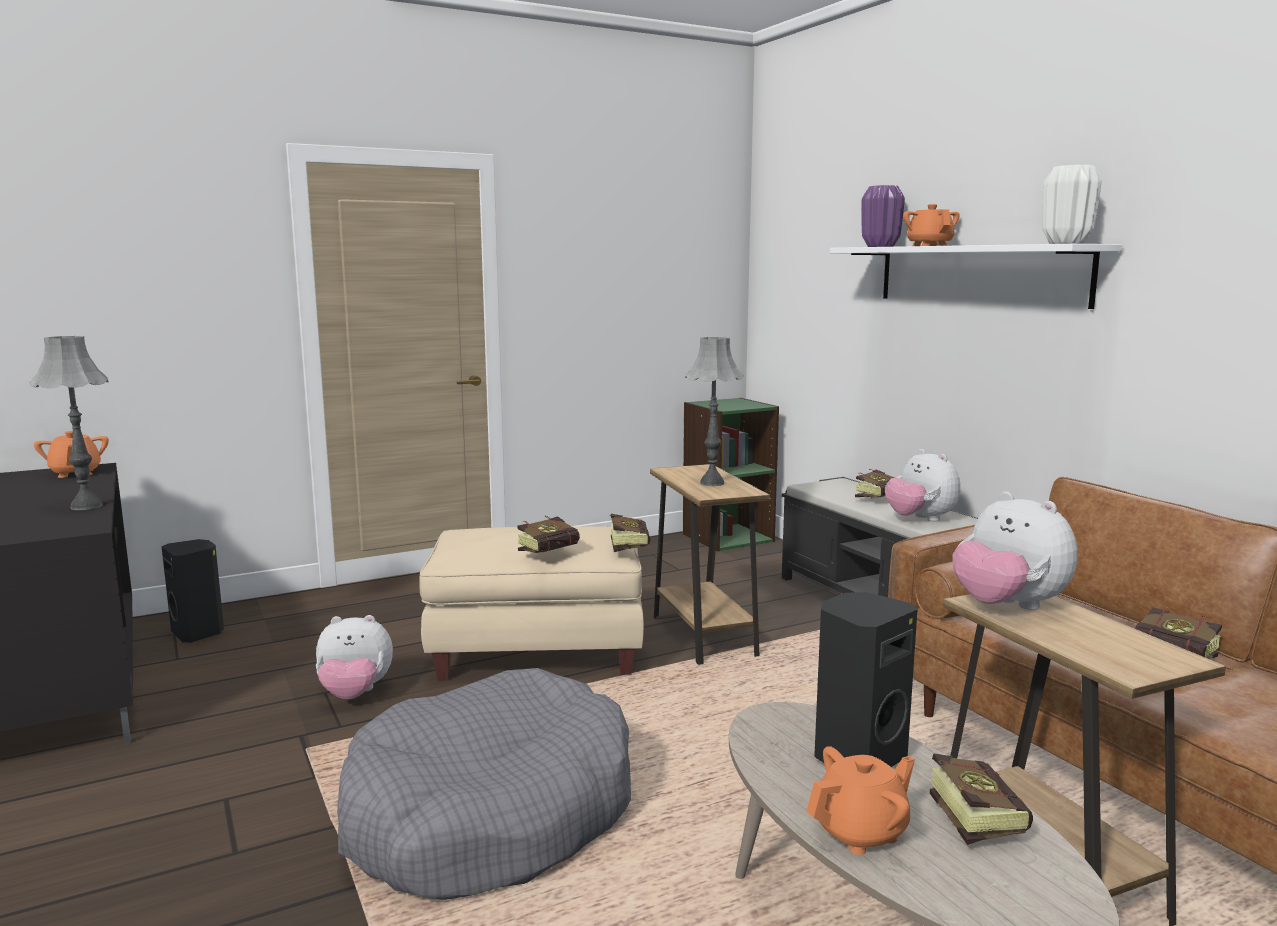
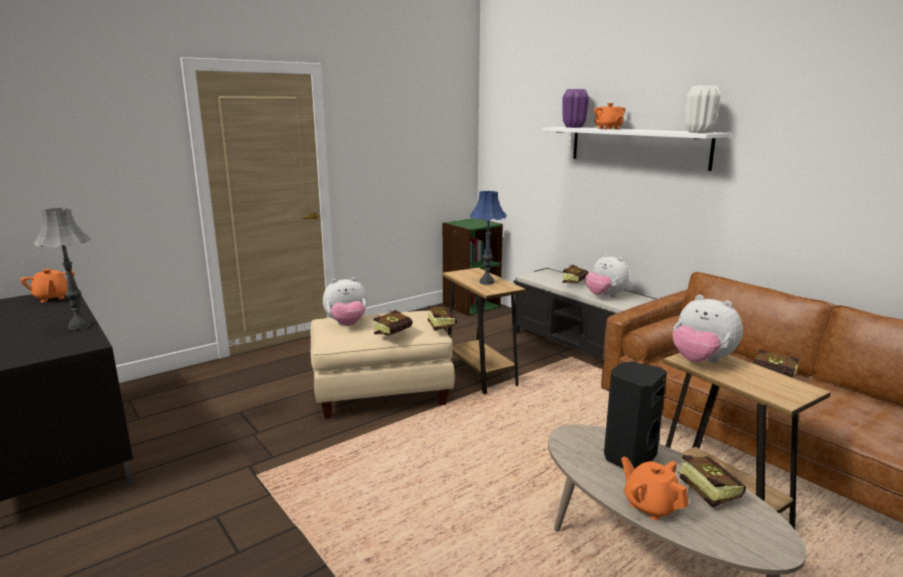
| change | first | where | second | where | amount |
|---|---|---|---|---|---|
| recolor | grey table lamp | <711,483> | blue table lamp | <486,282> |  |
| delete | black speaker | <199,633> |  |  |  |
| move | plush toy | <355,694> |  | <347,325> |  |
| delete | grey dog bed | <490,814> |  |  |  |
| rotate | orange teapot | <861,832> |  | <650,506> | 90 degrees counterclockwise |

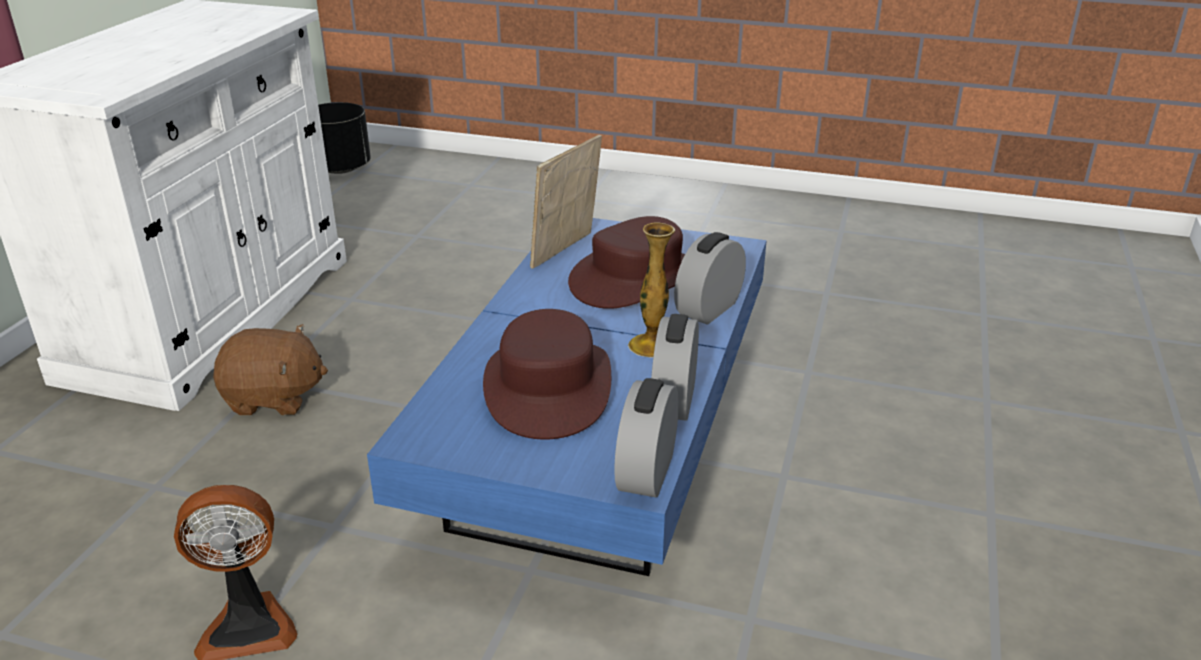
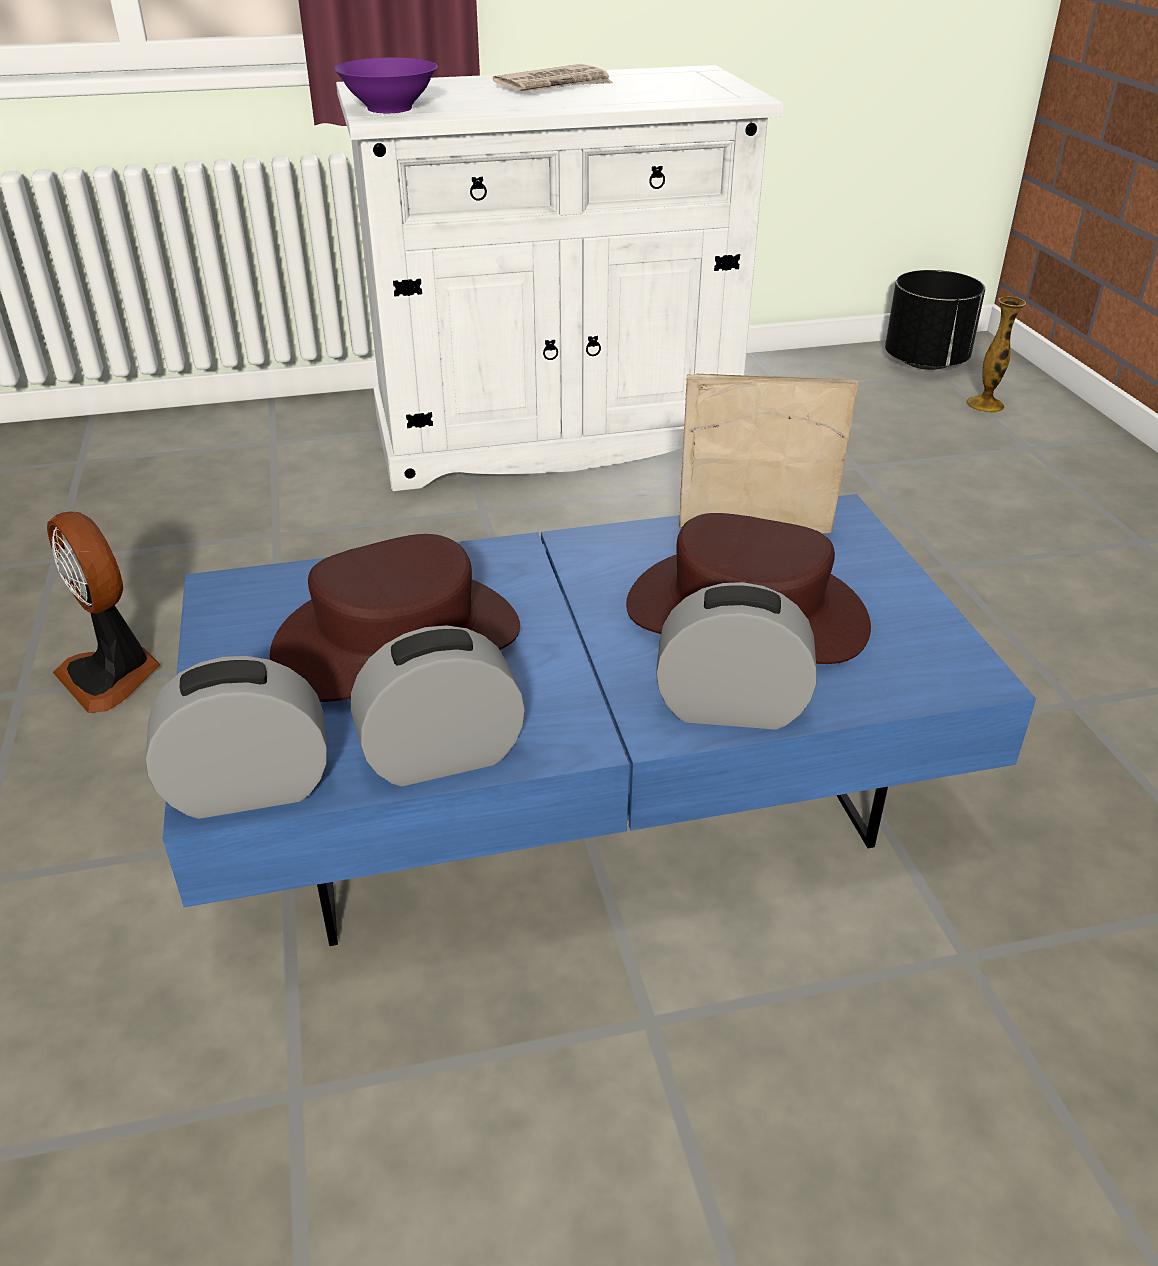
| change | first | where | second | where | amount |
|---|---|---|---|---|---|
| move | vase | <650,346> |  | <984,405> |  |
| delete | brown plush toy | <274,398> |  |  |  |
| insert |  |  | purple bowl | <389,108> |  |
| insert |  |  | newspaper | <555,86> |  |

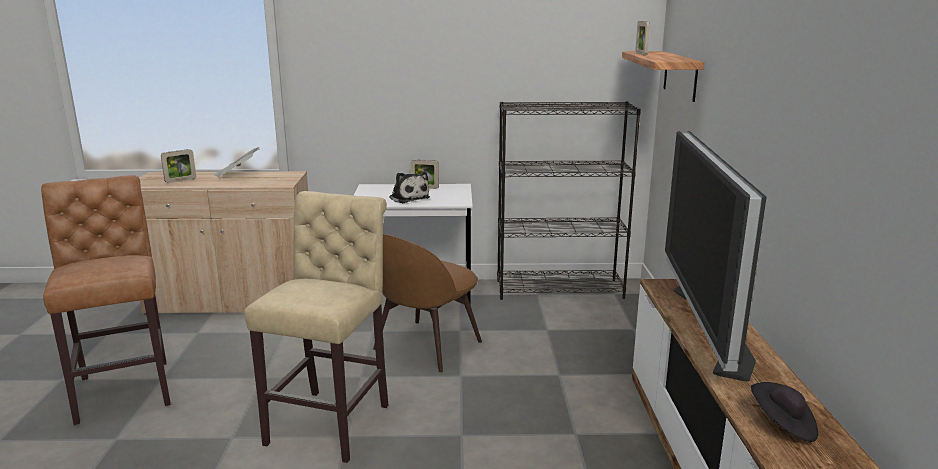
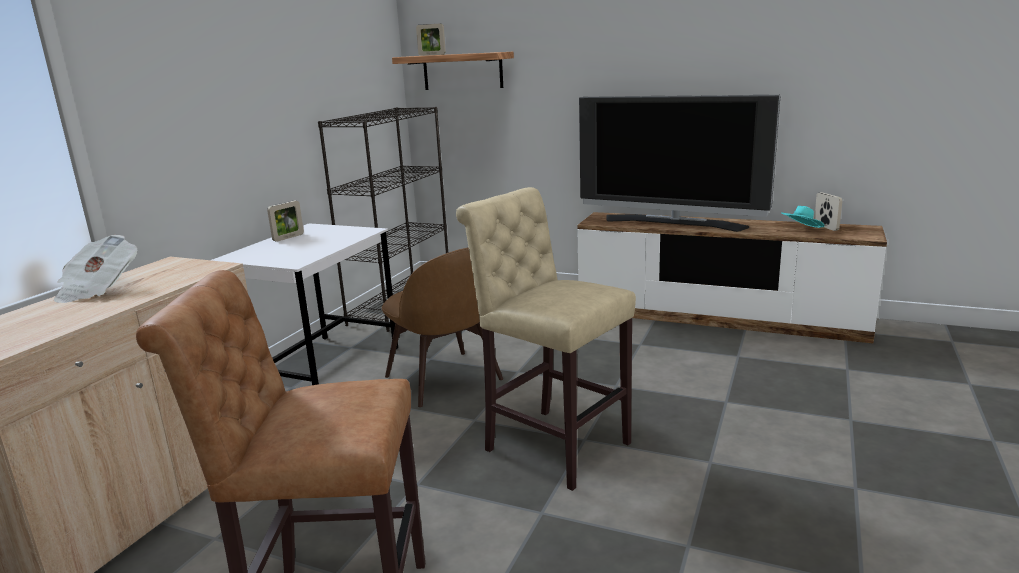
| change | first | where | second | where | amount |
|---|---|---|---|---|---|
| move | picture frame | <180,180> |  | <826,227> |  |
| delete | plush toy | <408,198> |  |  |  |
| recolor | black hat | <783,425> | turquoise hat | <801,230> |  |

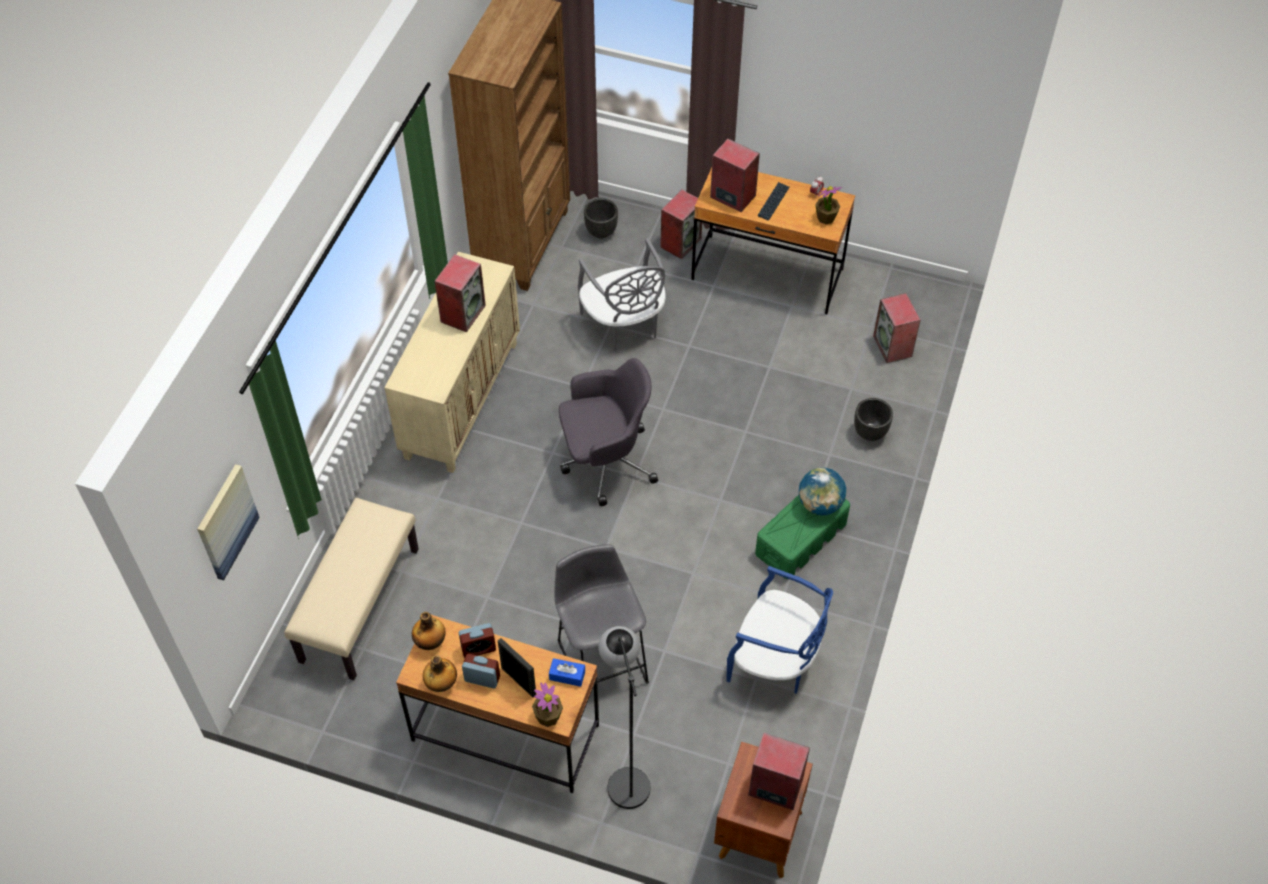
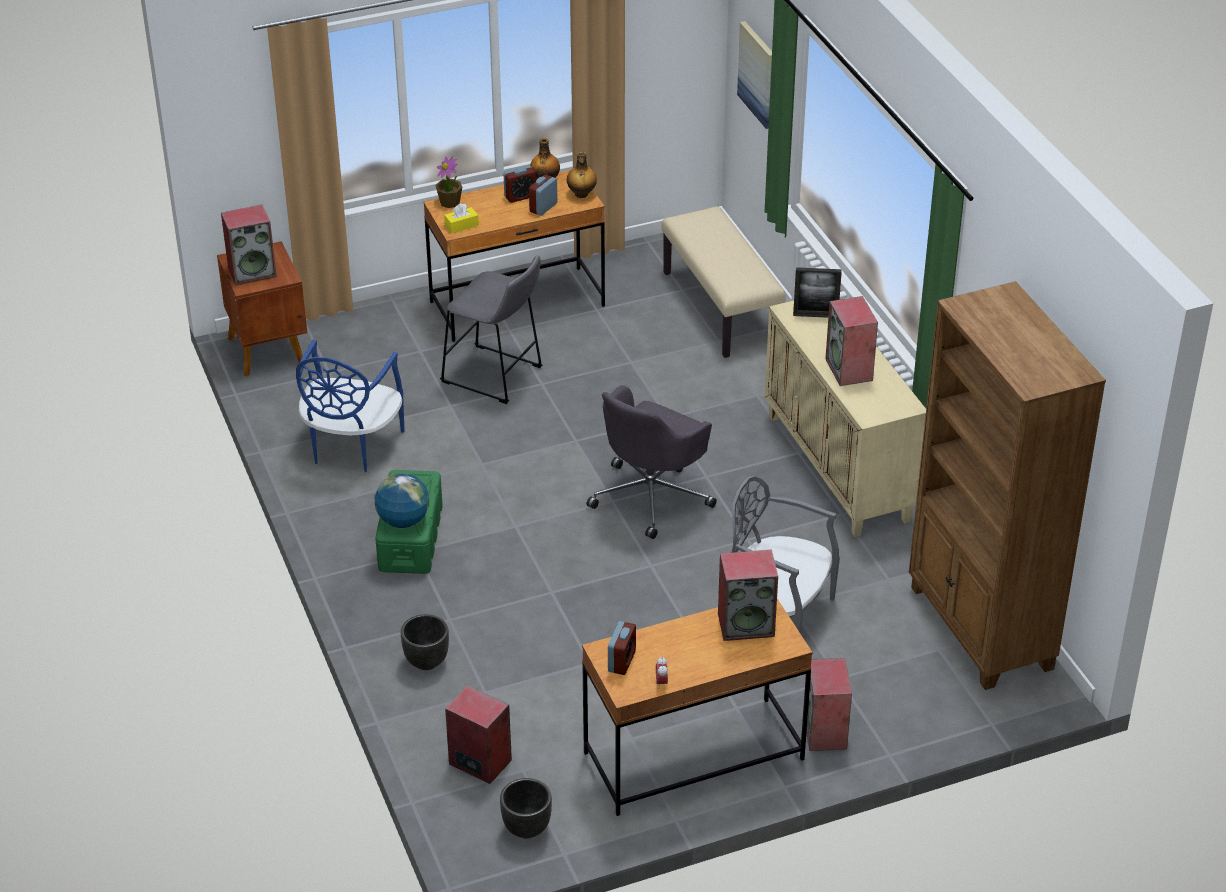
| change | first | where | second | where | amount |
|---|---|---|---|---|---|
| delete | keyboard | <773,202> |  |  |  |
| replace | potted plant | <826,218> | alarm clock | <621,661> |  |
| move | black planter | <601,232> |  | <526,828> |  |
| rotate | blue chair | <775,661> |  | <351,446> | 60 degrees counterclockwise |
| delete | black floor lamp | <625,774> |  |  |  |
| move | picture frame | <518,681> |  | <815,315> |  |
| recolor | blue tissue box | <567,675> | yellow tissue box | <461,225> |  |

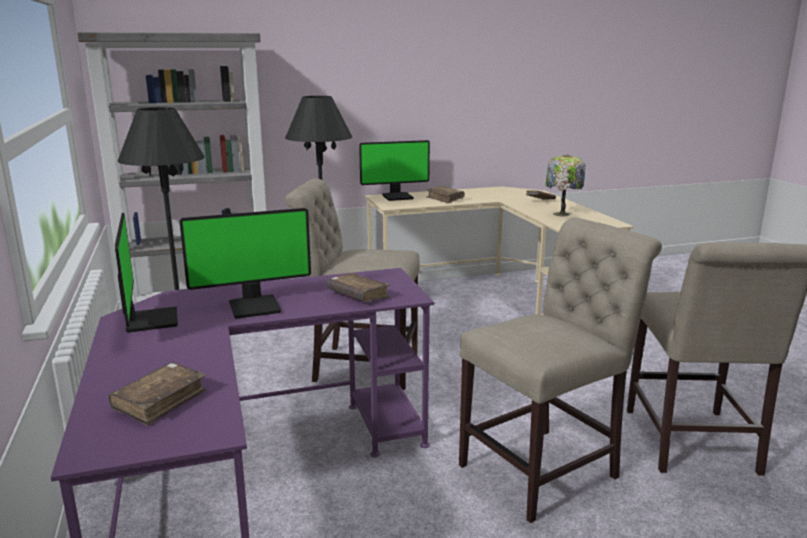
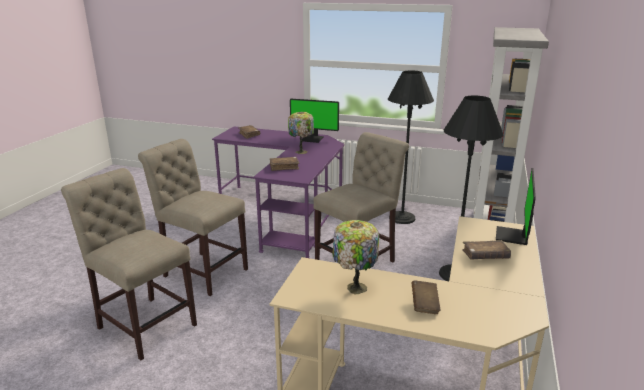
| change | first | where | second | where | amount |
|---|---|---|---|---|---|
| replace | monitor | <255,306> | table lamp | <301,151> |  |
| rotate | beige chair | <546,469> |  | <202,271> | 120 degrees clockwise |

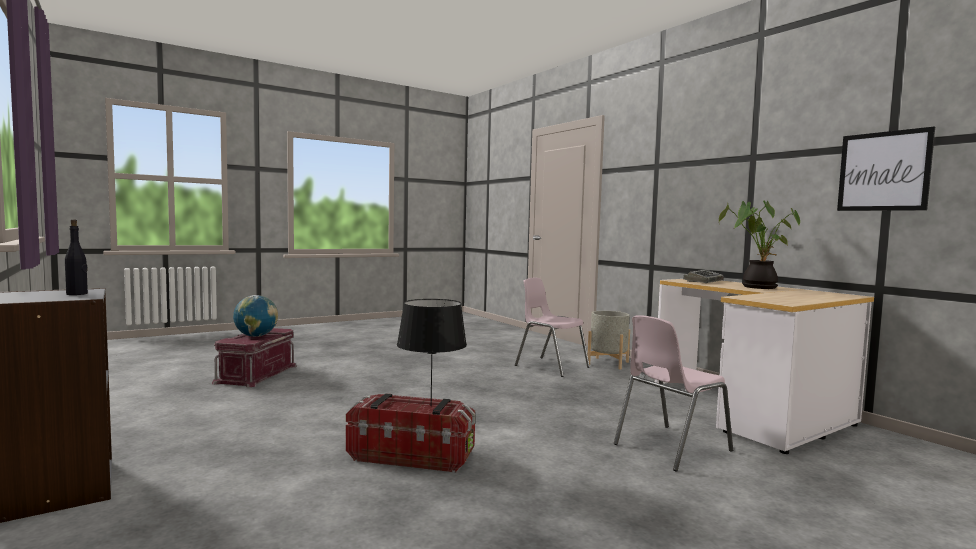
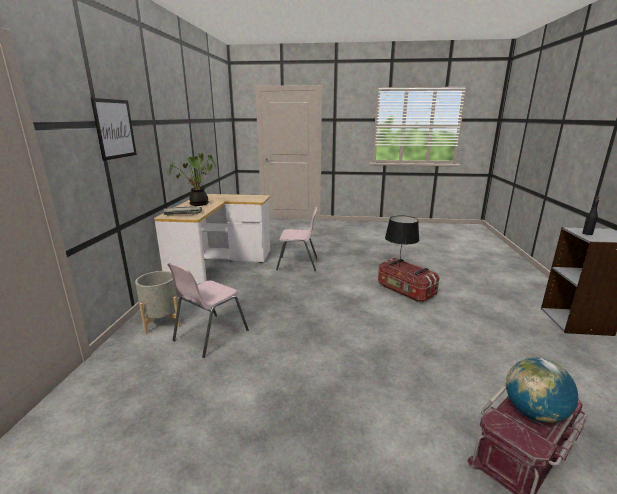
| change | first | where | second | where | amount |
|---|---|---|---|---|---|
| move | picture | <883,171> |  | <115,129> |  |
| rotate | pink chair | <550,366> |  | <209,335> | 45 degrees clockwise |

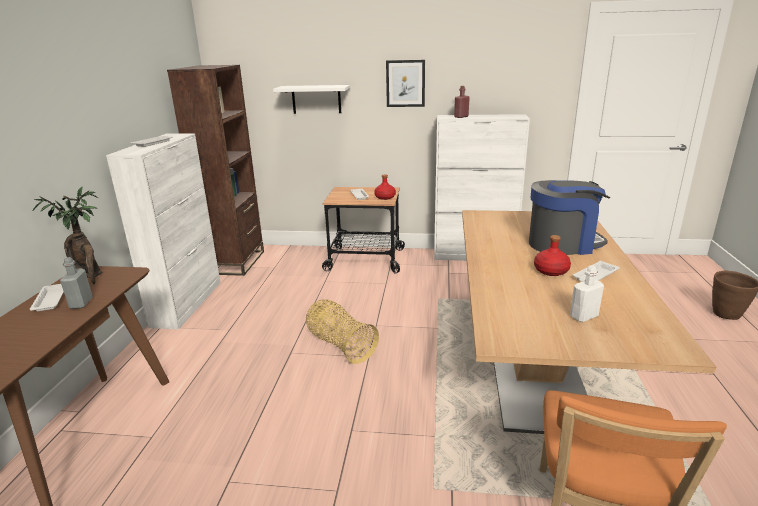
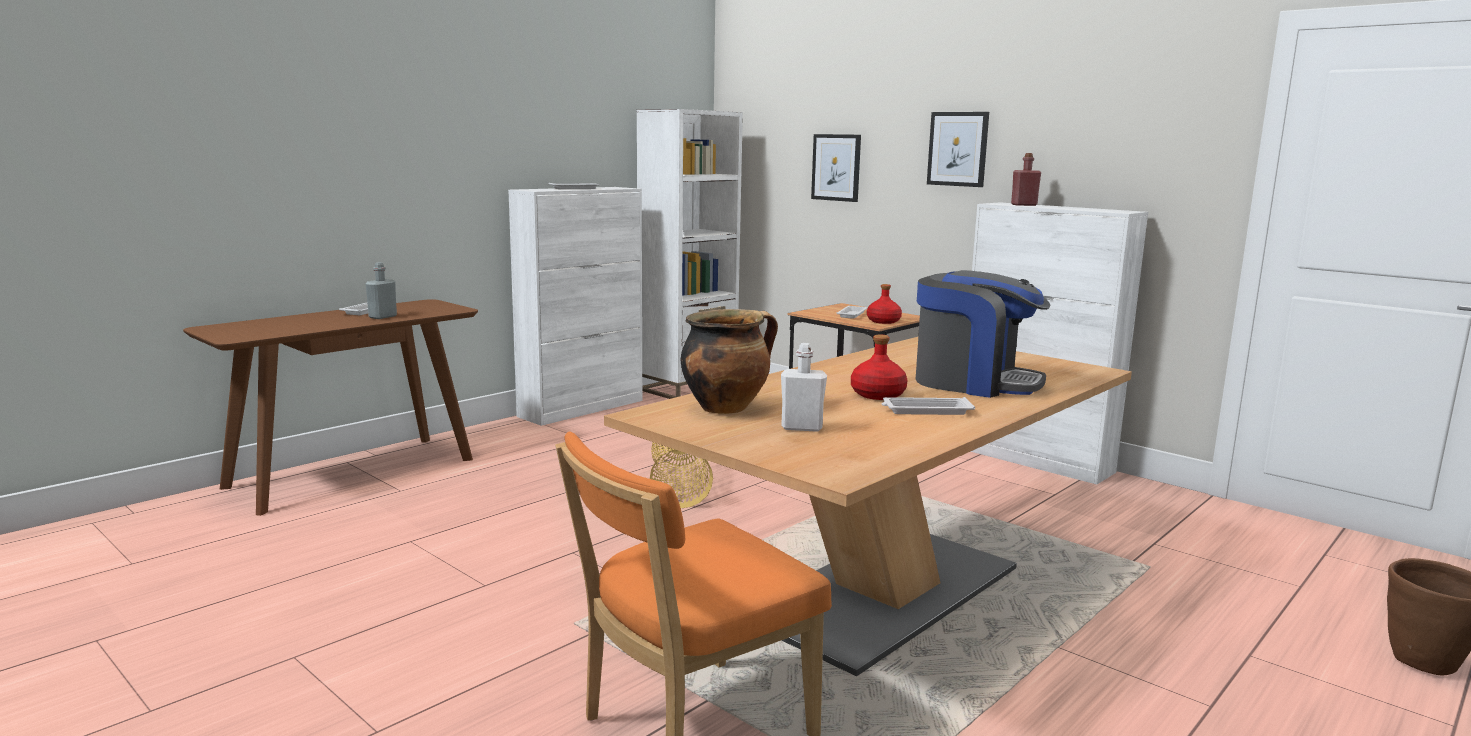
| change | first | where | second | where | amount |
|---|---|---|---|---|---|
| recolor | brown bookcase | <236,262> | white bookcase | <688,388> |  |
| replace | white shelf | <316,99> | picture | <836,167> |  |
| delete | potted plant | <89,276> |  |  |  |
| insert |  |  | cooking pot | <726,407> |  |

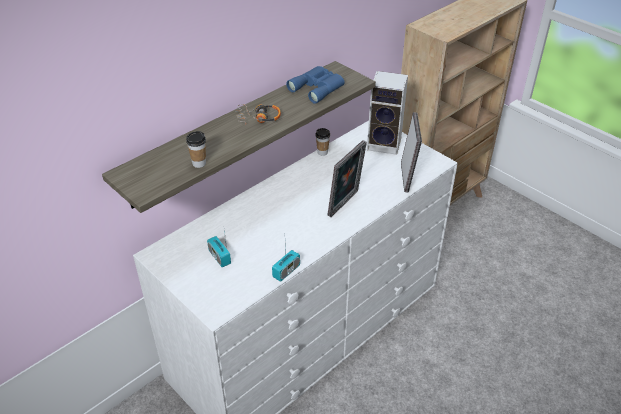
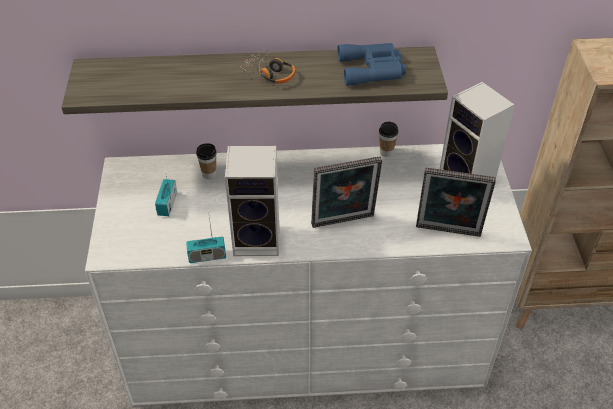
| change | first | where | second | where | amount |
|---|---|---|---|---|---|
| rotate | picture frame | <407,177> |  | <447,233> | 60 degrees clockwise |
| move | cup | <199,163> |  | <209,174> |  |
| insert |  |  | speaker | <259,239> |  |

